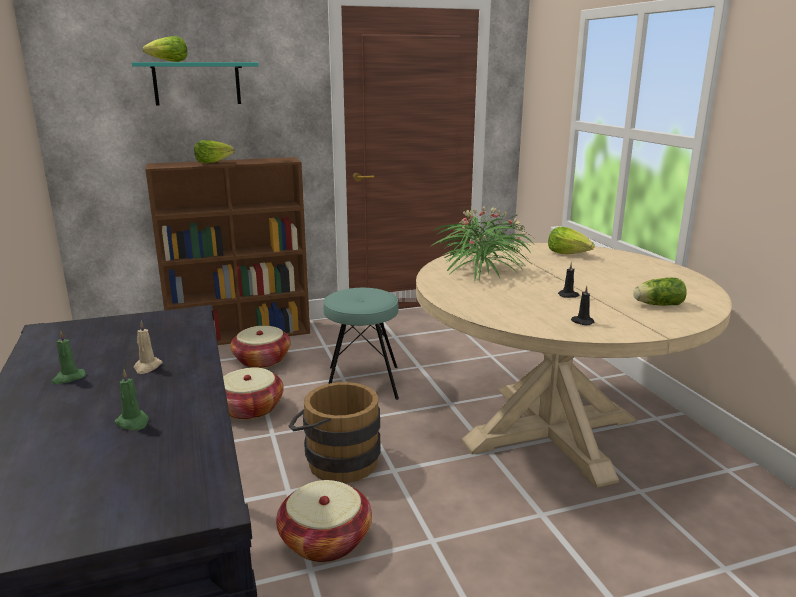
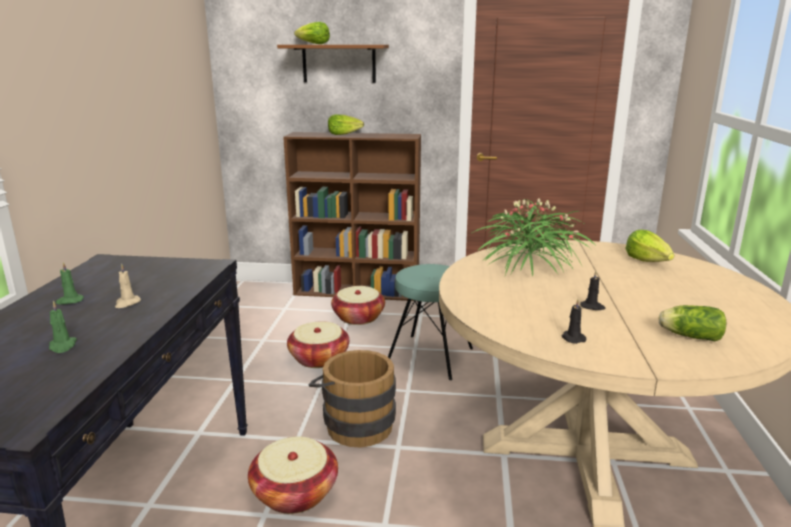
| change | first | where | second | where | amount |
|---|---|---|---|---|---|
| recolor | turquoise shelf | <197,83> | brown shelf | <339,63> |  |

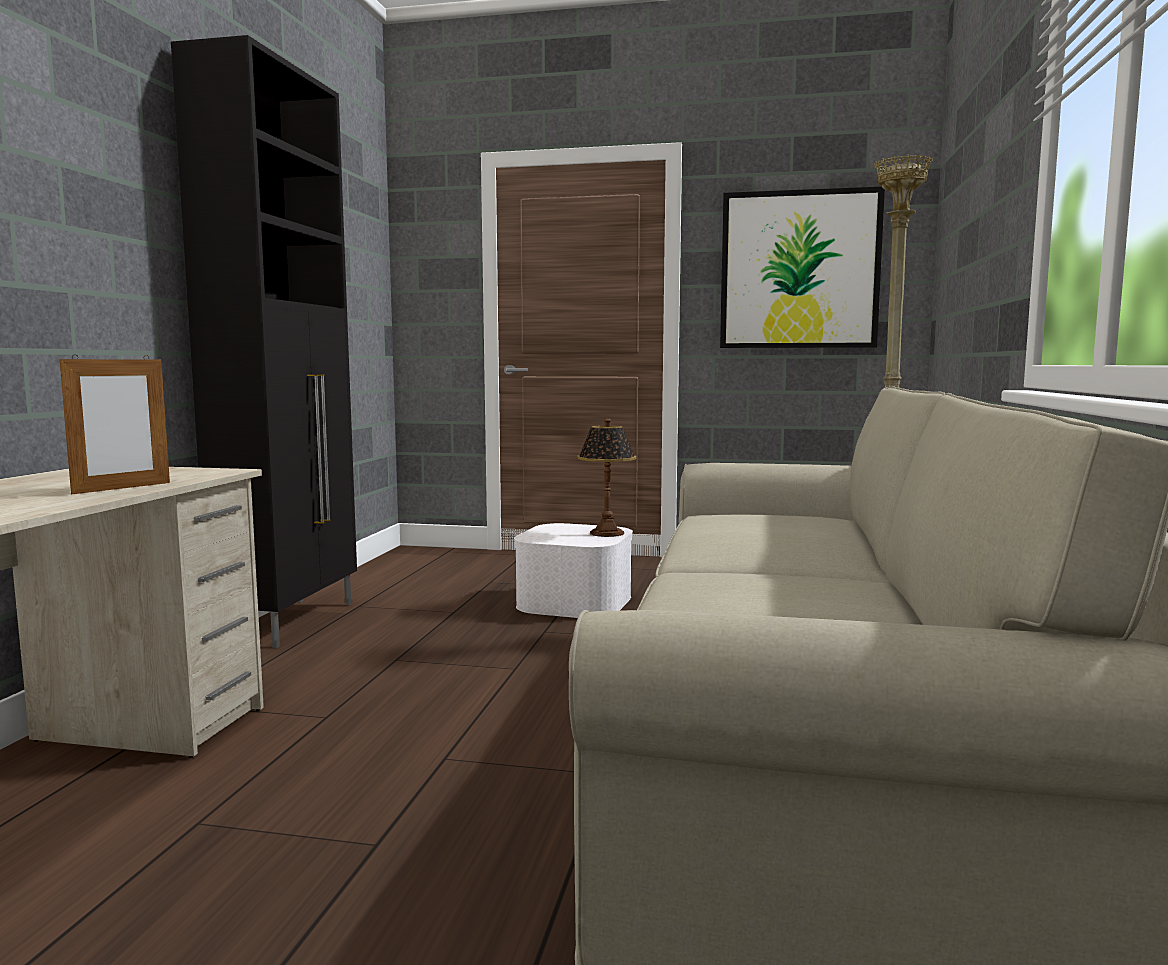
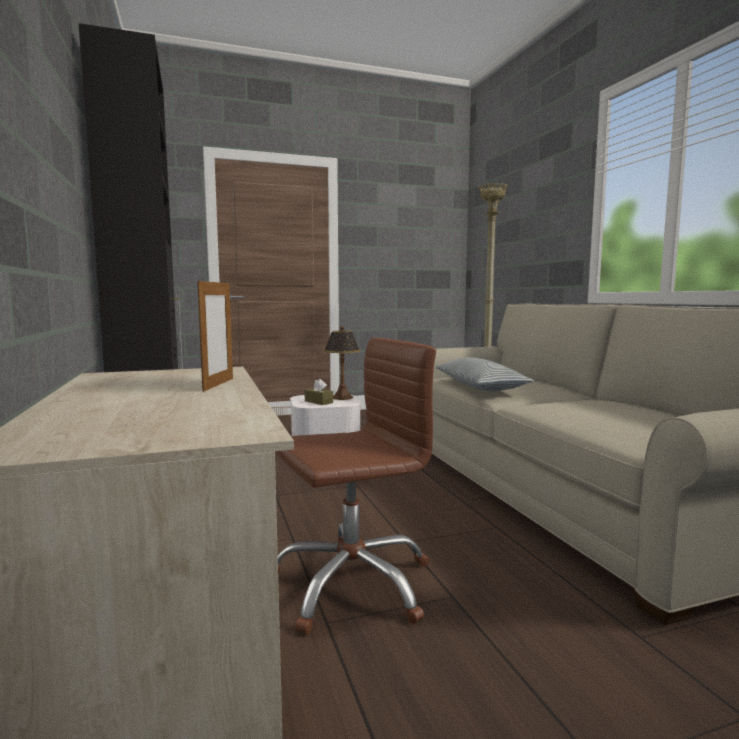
| change | first | where | second | where | amount |
|---|---|---|---|---|---|
| delete | picture | <799,270> |  |  |  |
| insert |  |  | brown office chair | <351,583> |  |
| insert |  |  | pillow | <479,386> |  |
| insert |  |  | brown tissue box | <318,402> |  |

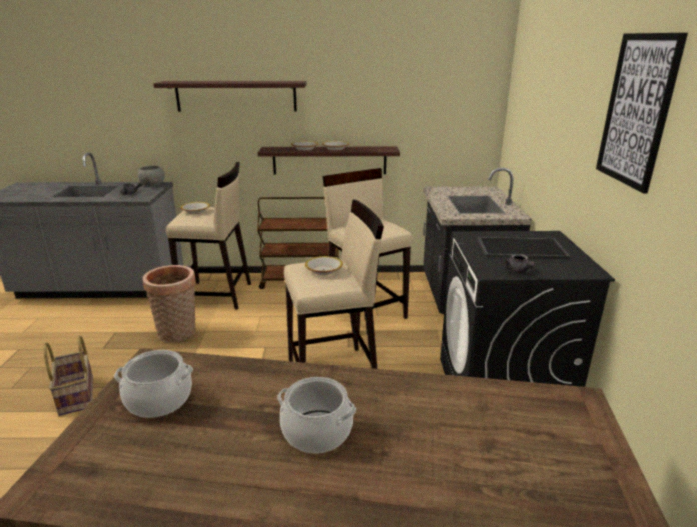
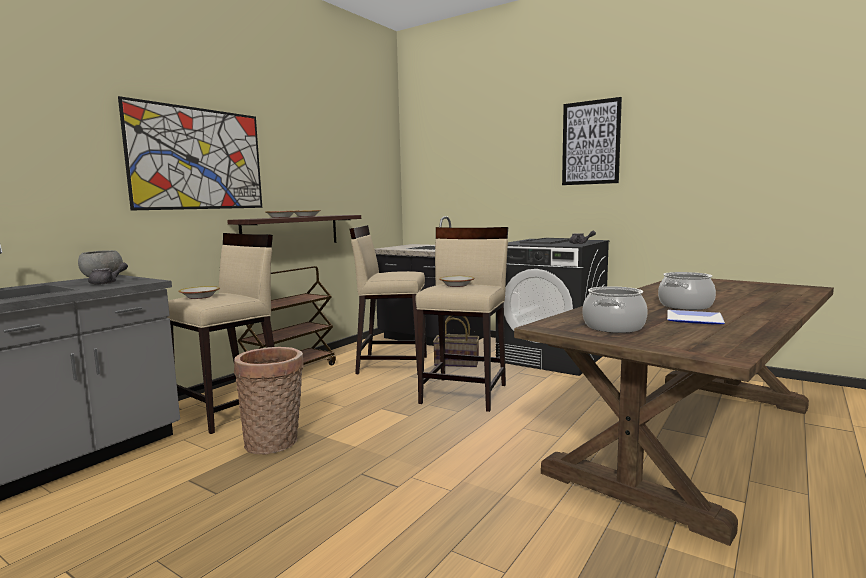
| change | first | where | second | where | amount |
|---|---|---|---|---|---|
| replace | shelf | <236,96> | picture | <198,159> |  |
| move | basket | <77,395> |  | <457,363> |  |
| insert |  |  | plate | <696,320> |  |

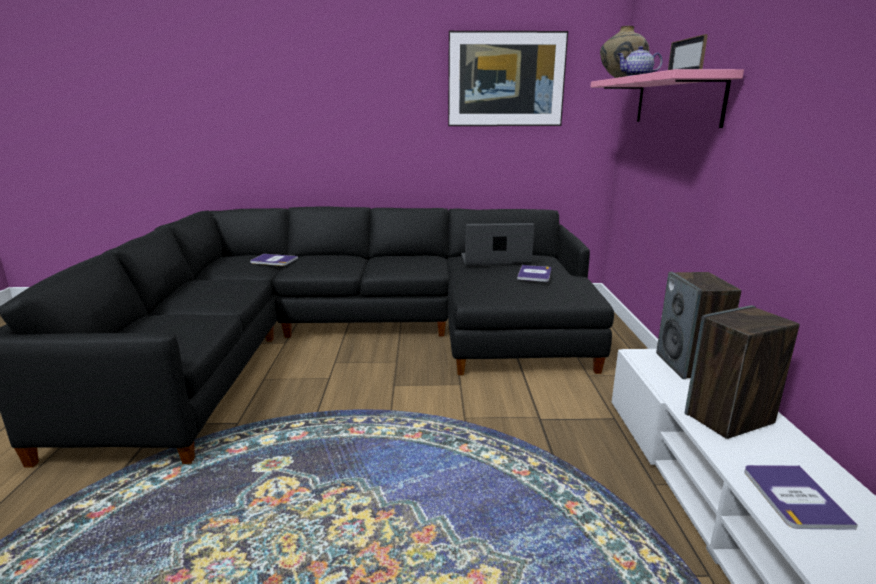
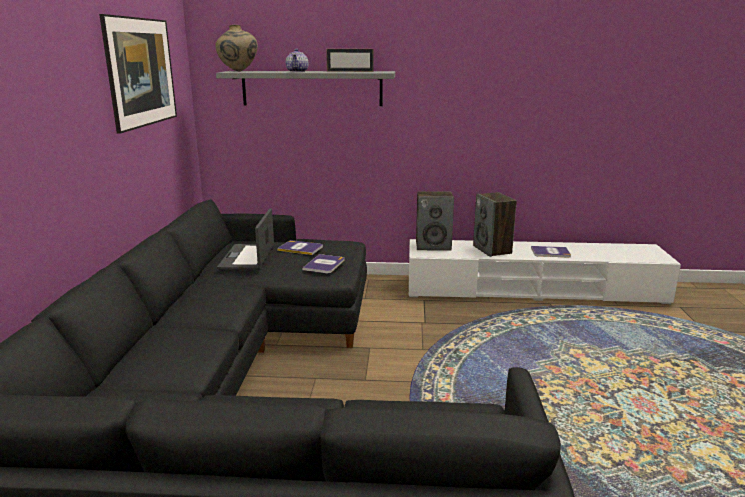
| change | first | where | second | where | amount |
|---|---|---|---|---|---|
| recolor | pink shelf | <676,100> | grey shelf | <312,88> |  |
| move | book | <273,260> |  | <324,264> |  |

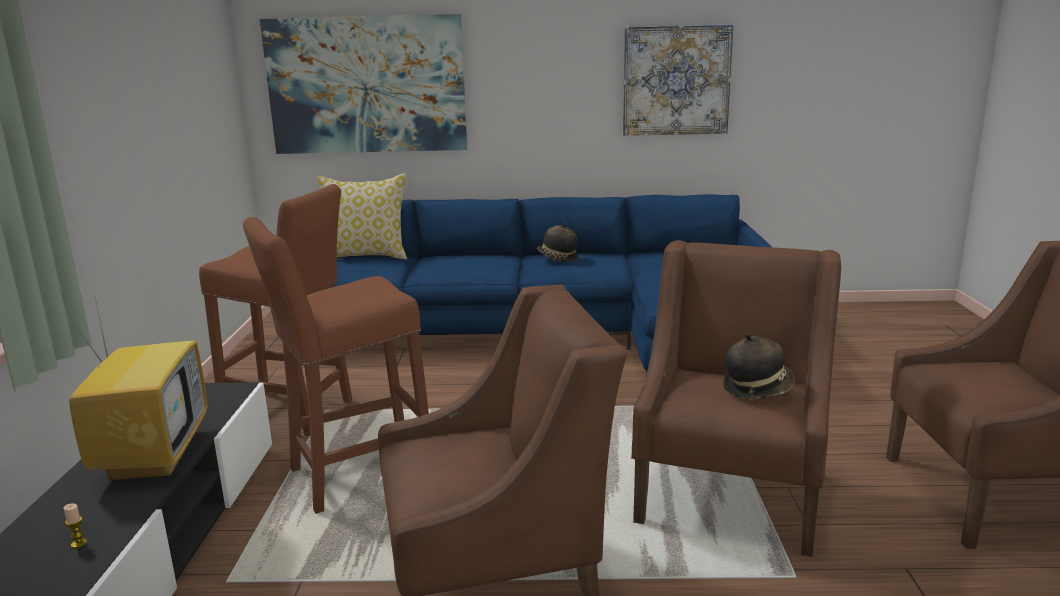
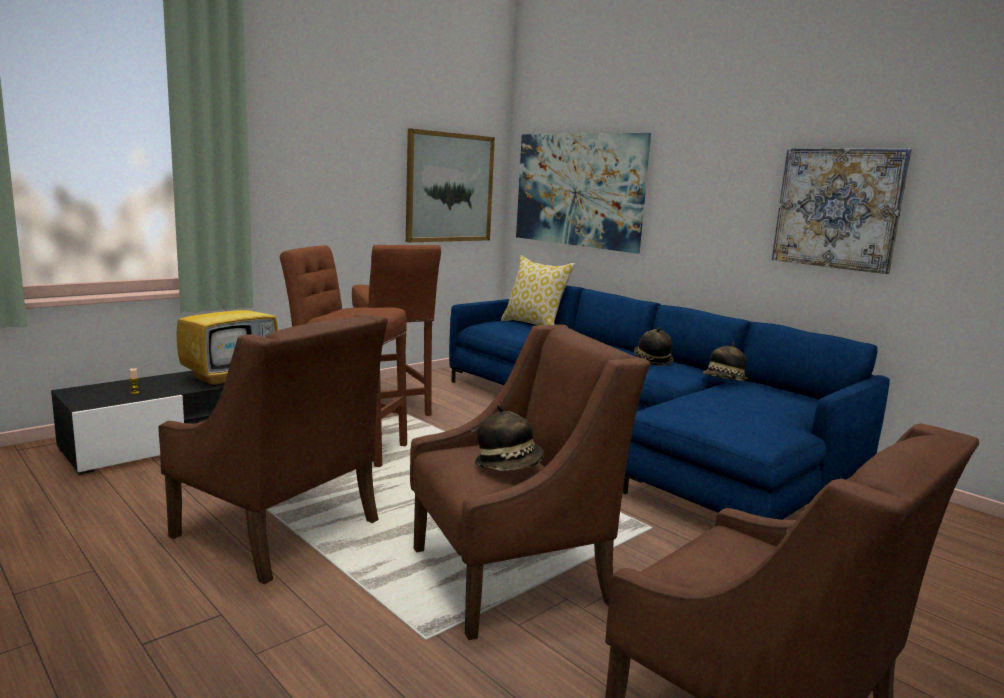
| change | first | where | second | where | amount |
|---|---|---|---|---|---|
| insert |  |  | picture | <449,187> |  |
| insert |  |  | hat | <724,381> |  |

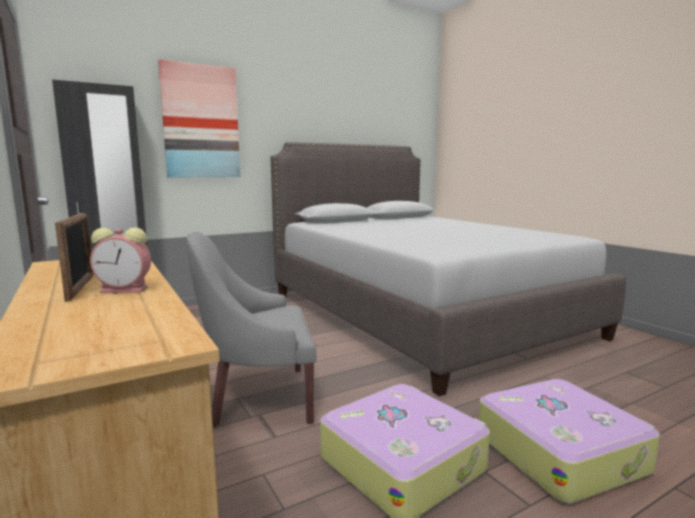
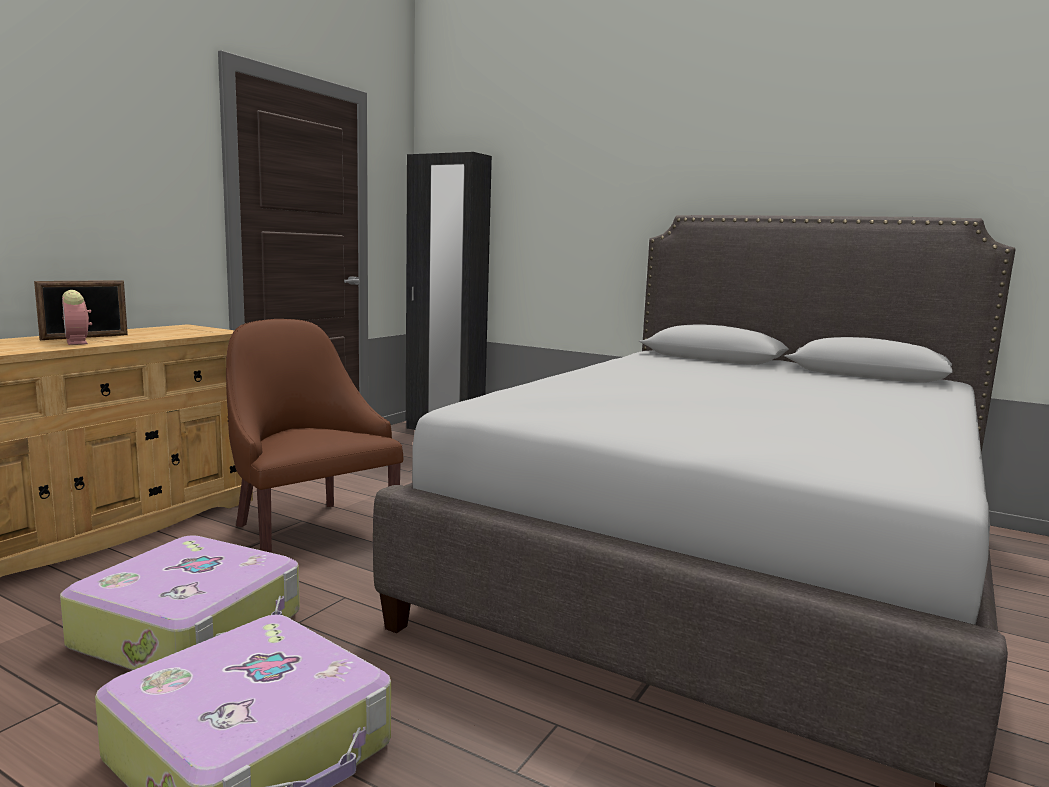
| change | first | where | second | where | amount |
|---|---|---|---|---|---|
| delete | picture | <201,122> |  |  |  |
| recolor | grey armchair | <259,398> | brown armchair | <308,529> |  |

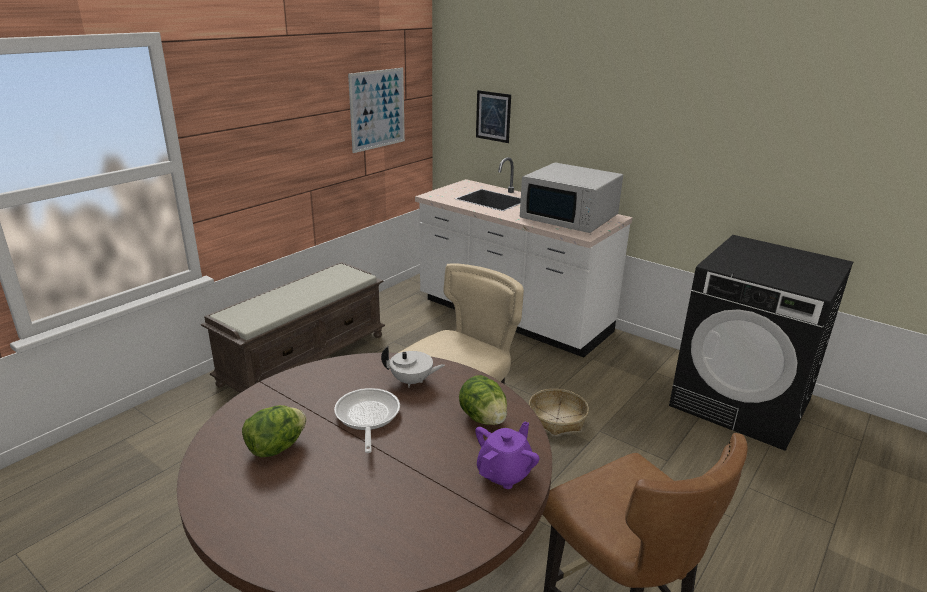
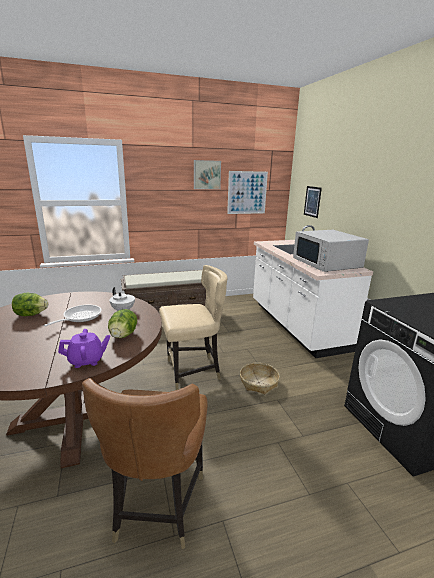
| change | first | where | second | where | amount |
|---|---|---|---|---|---|
| insert |  |  | picture | <206,174> |  |

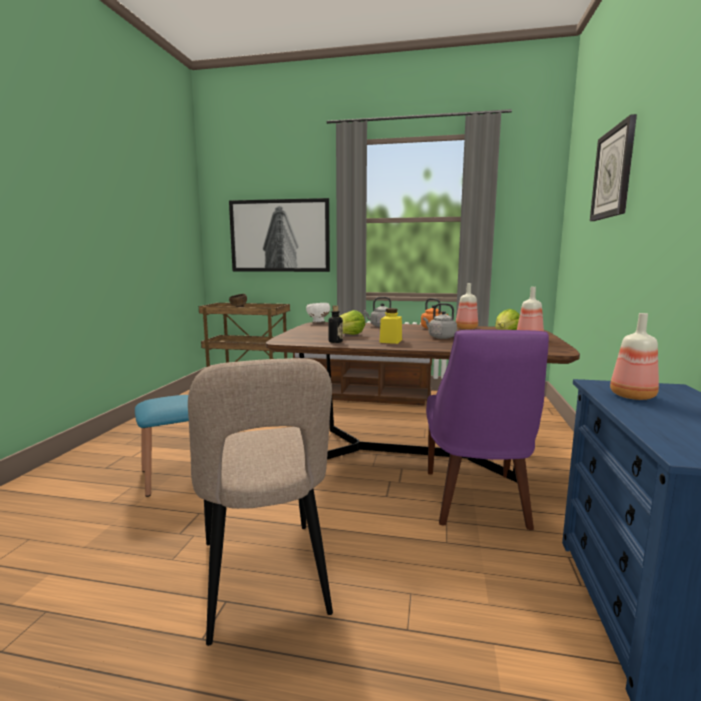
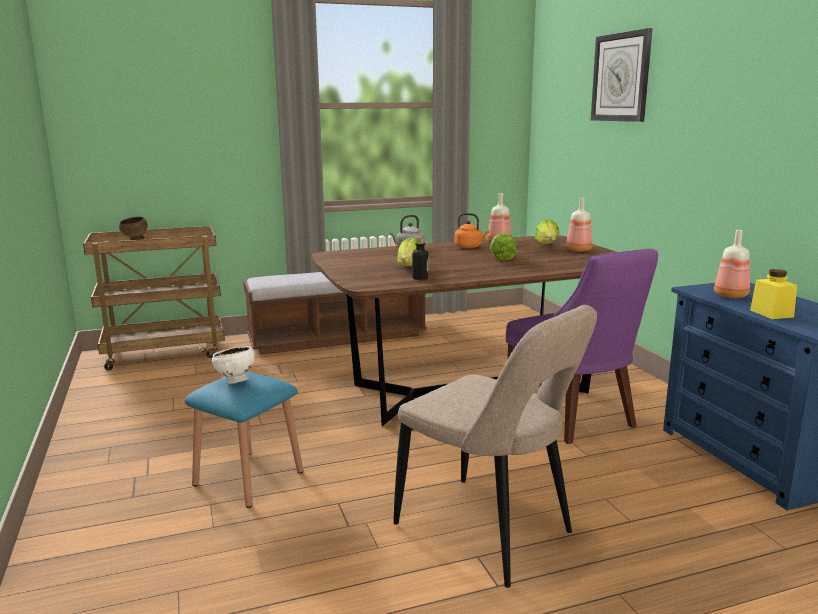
| change | first | where | second | where | amount |
|---|---|---|---|---|---|
| delete | picture | <280,236> |  |  |  |
| move | white bowl | <318,322> |  | <235,382> |  |
| replace | grey kettle | <440,337> | lettuce | <502,258> |  |
| move | yellow jar | <391,341> |  | <771,313> |  |

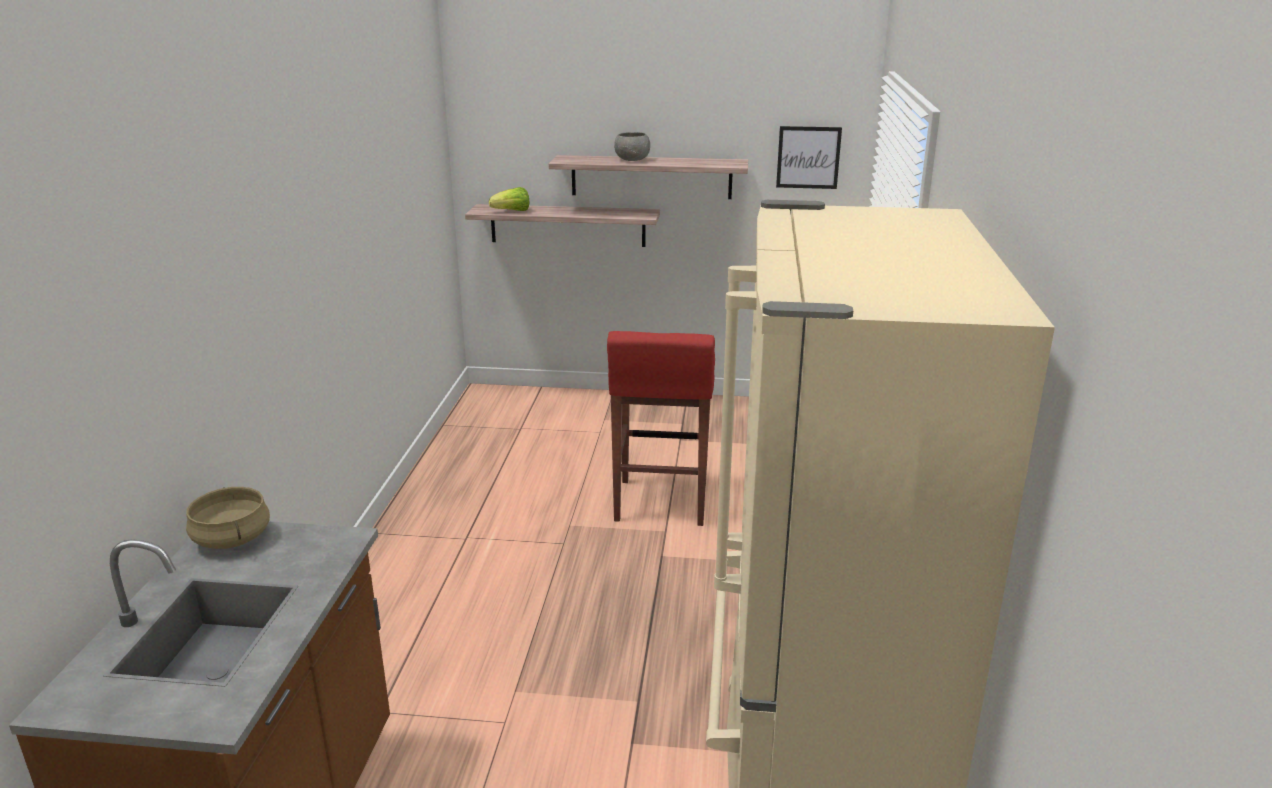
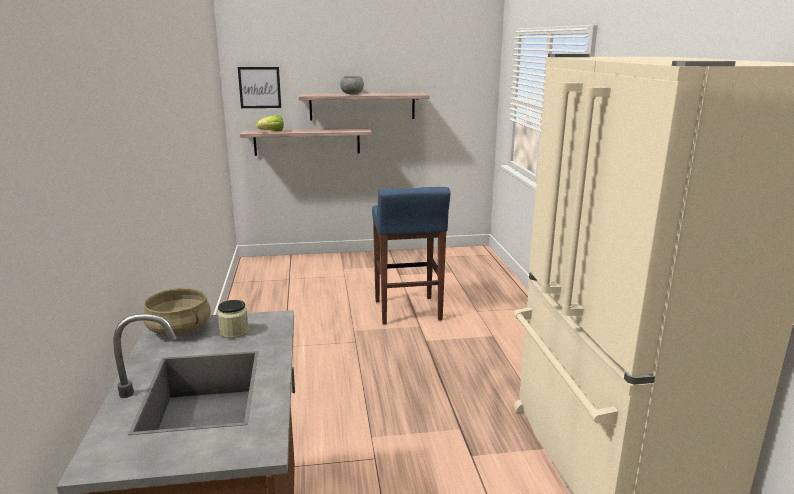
| change | first | where | second | where | amount |
|---|---|---|---|---|---|
| move | picture | <808,157> |  | <259,87> |  |
| recolor | red stool | <660,503> | blue stool | <407,311> |  |
| insert |  |  | jar | <234,332> |  |

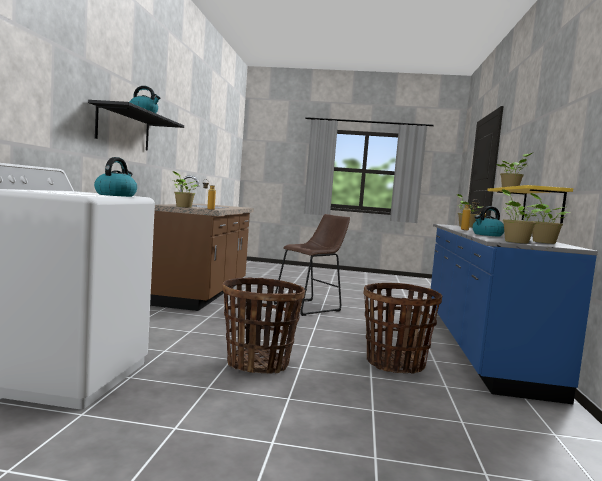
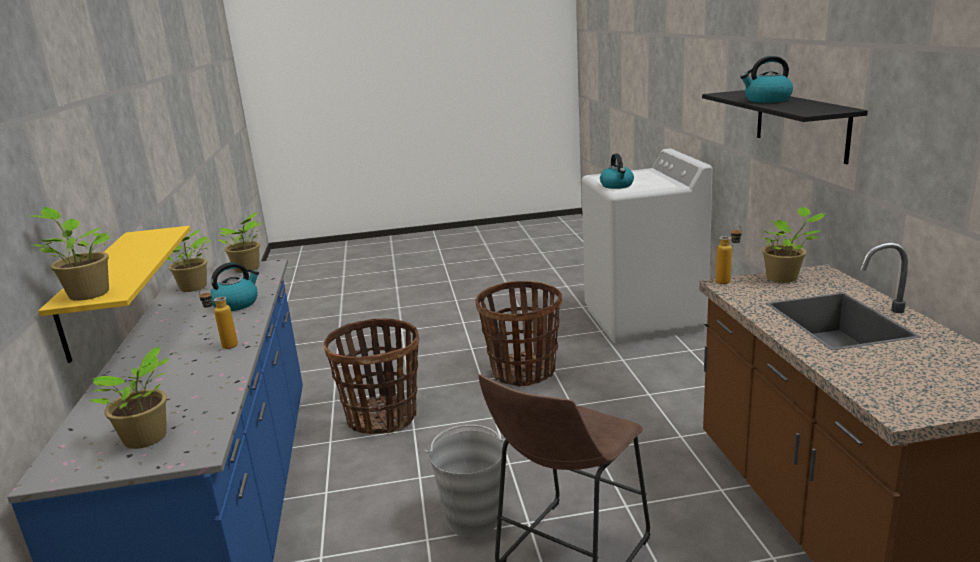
| change | first | where | second | where | amount |
|---|---|---|---|---|---|
| insert |  |  | grey bucket | <473,519> |  |

